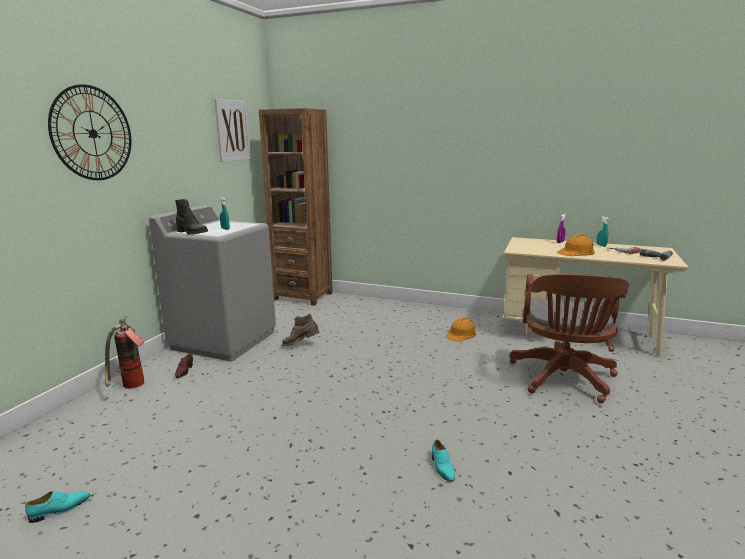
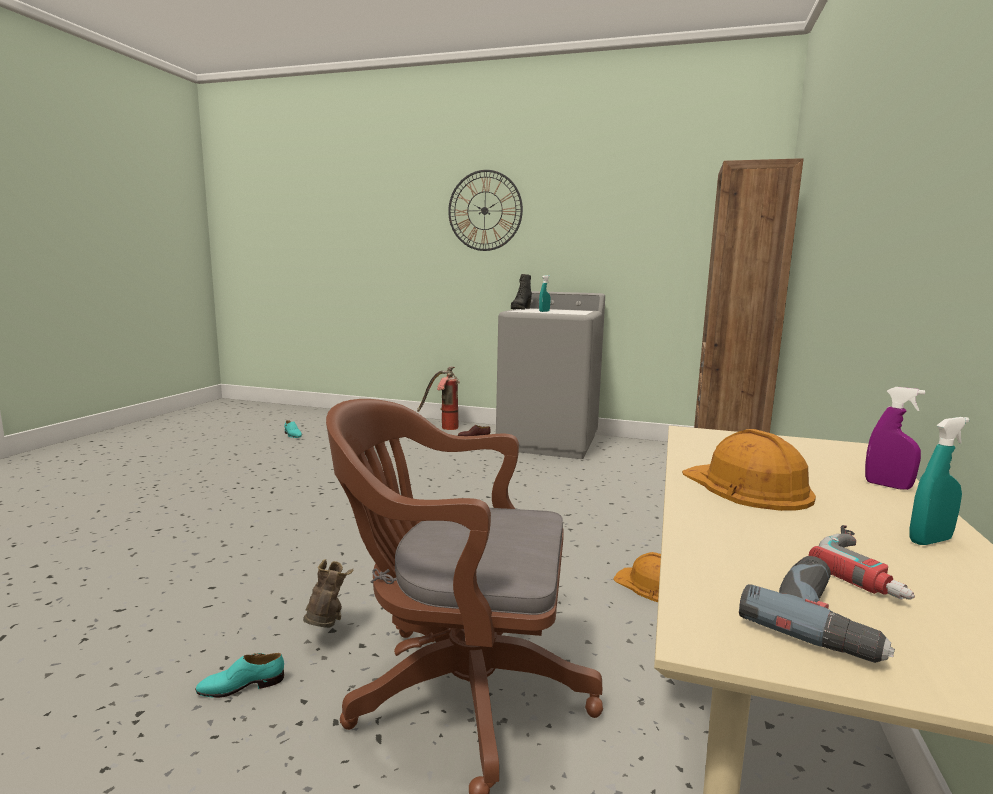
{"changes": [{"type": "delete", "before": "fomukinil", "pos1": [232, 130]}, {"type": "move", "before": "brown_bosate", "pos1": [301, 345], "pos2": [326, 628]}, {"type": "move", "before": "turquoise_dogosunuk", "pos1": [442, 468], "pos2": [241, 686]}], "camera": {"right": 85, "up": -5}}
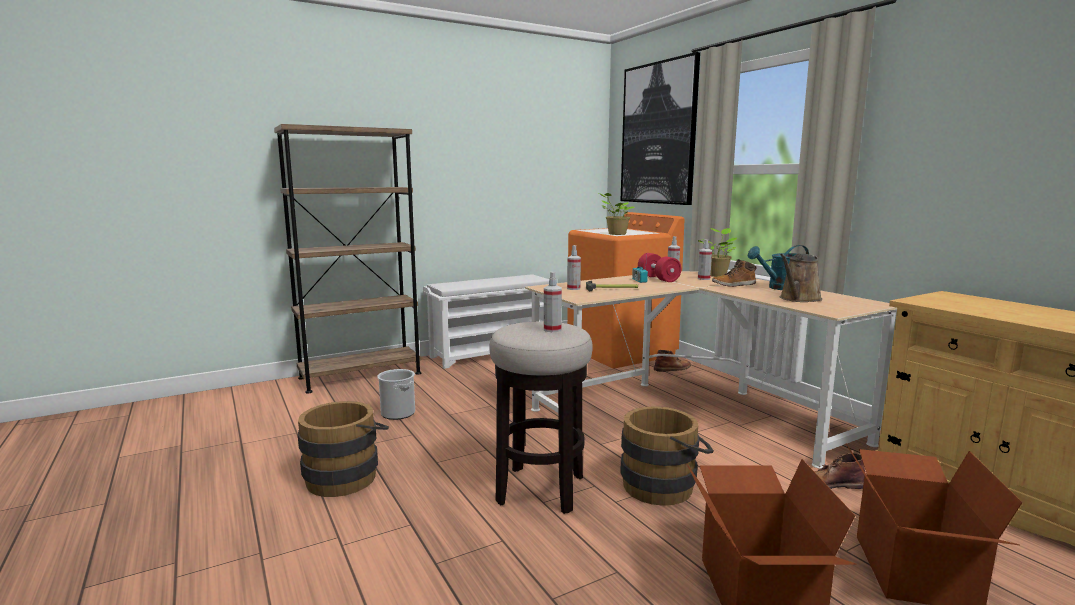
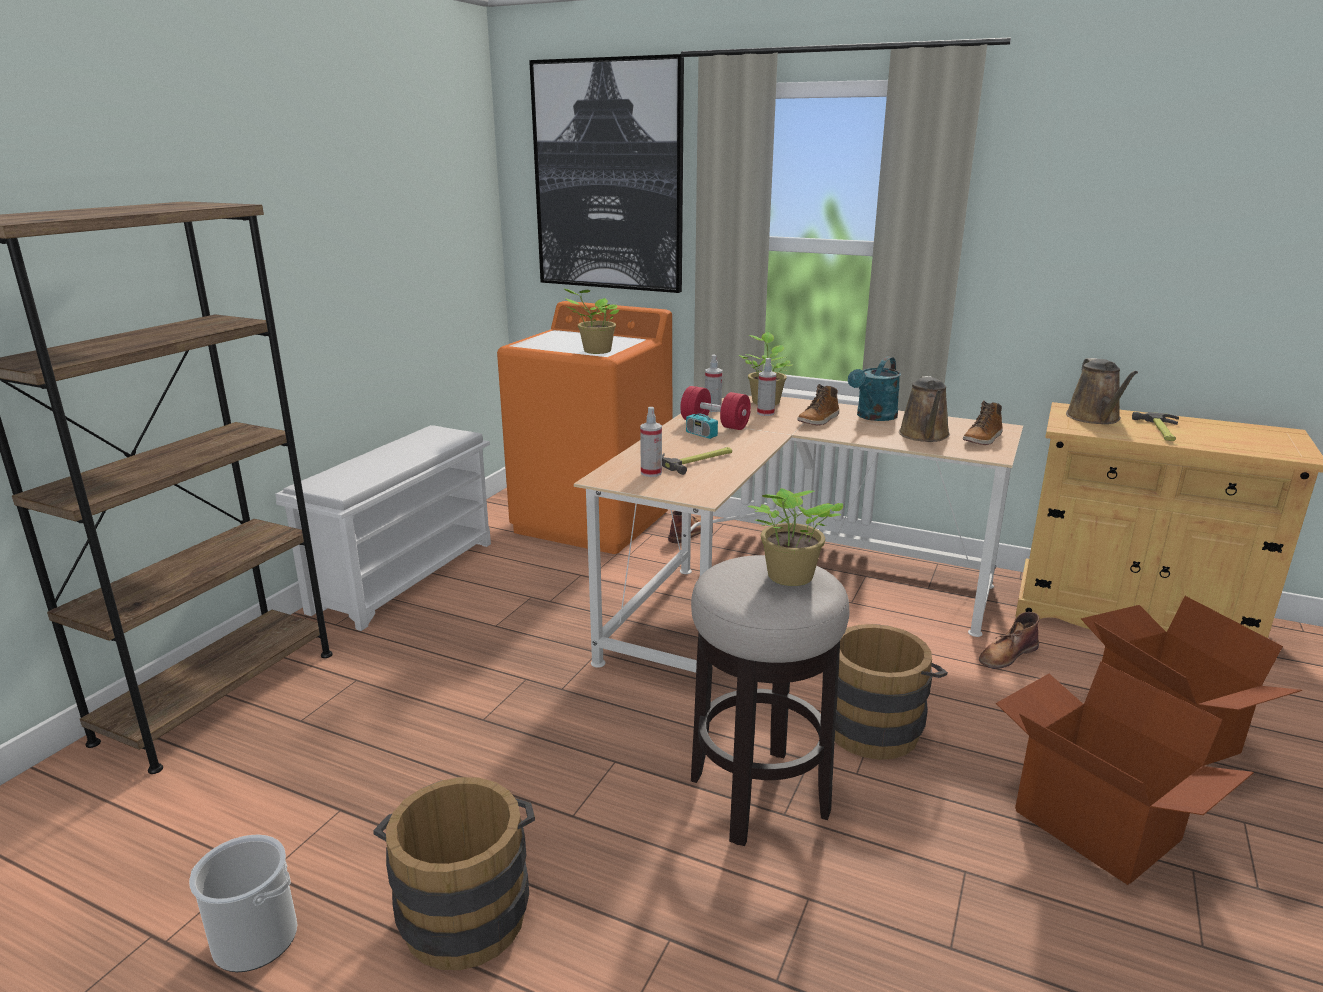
{"changes": [{"type": "move", "before": "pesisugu", "pos1": [398, 413], "pos2": [256, 939]}, {"type": "replace", "before": "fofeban", "after": "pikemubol", "pos1": [552, 329], "pos2": [788, 578]}, {"type": "insert", "after": "bosate", "pos2": [983, 439]}, {"type": "insert", "after": "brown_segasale", "pos2": [1095, 418]}, {"type": "insert", "after": "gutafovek", "pos2": [1160, 431]}], "camera": {"right": -35, "up": 10}}
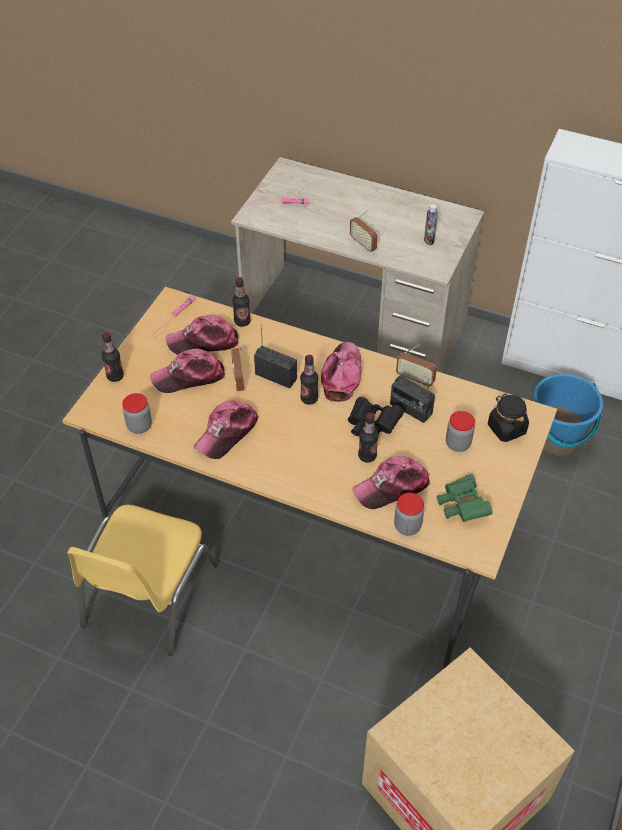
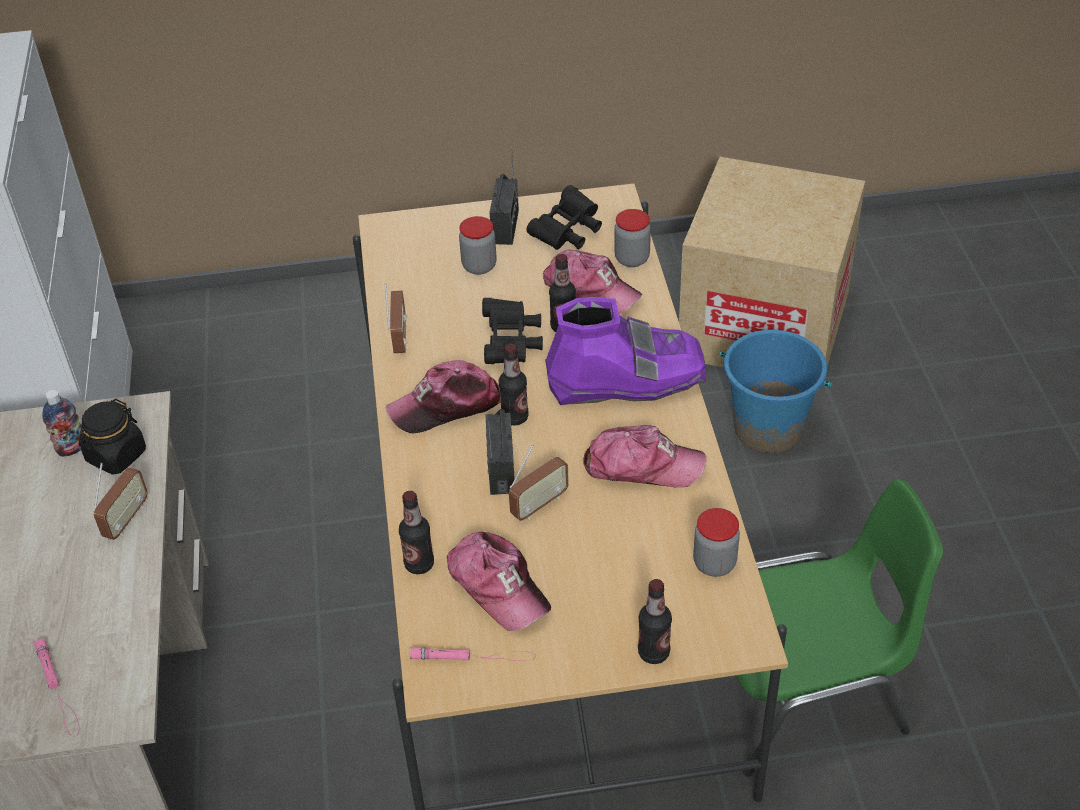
{"changes": [{"type": "recolor", "before": "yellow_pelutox", "after": "green_pelutox", "pos1": [147, 596], "pos2": [803, 688]}, {"type": "delete", "before": "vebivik", "pos1": [189, 377]}, {"type": "move", "before": "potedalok", "pos1": [410, 409], "pos2": [505, 227]}, {"type": "recolor", "before": "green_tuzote", "after": "black_tuzote", "pos1": [461, 506], "pos2": [567, 232]}, {"type": "move", "before": "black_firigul", "pos1": [506, 428], "pos2": [116, 456]}, {"type": "move", "before": "blue_pesisugu", "pos1": [556, 439], "pos2": [768, 429]}, {"type": "insert", "after": "purple_bosate", "pos2": [626, 379]}], "camera": {"right": -120, "up": -5}}
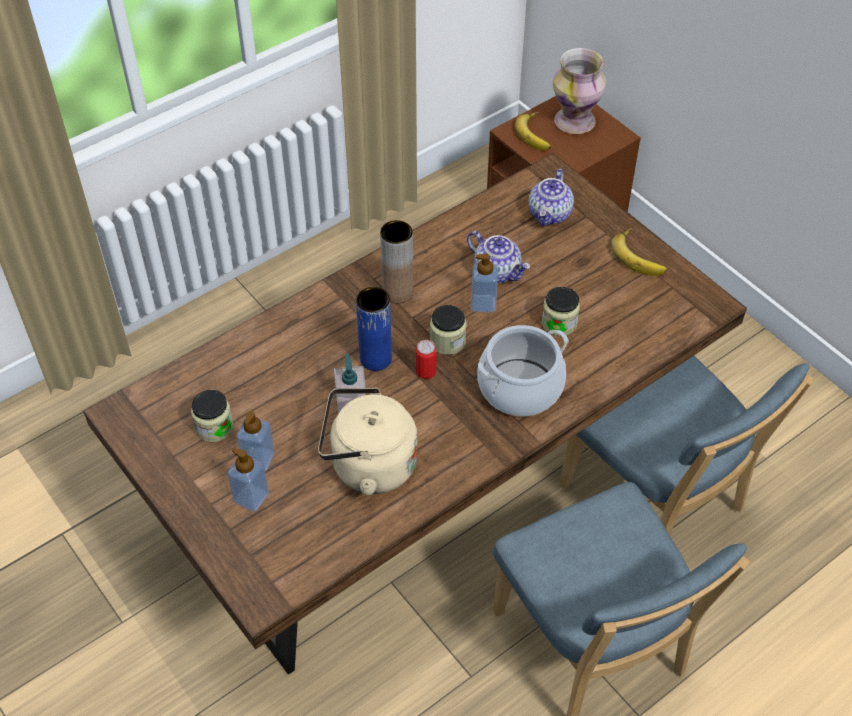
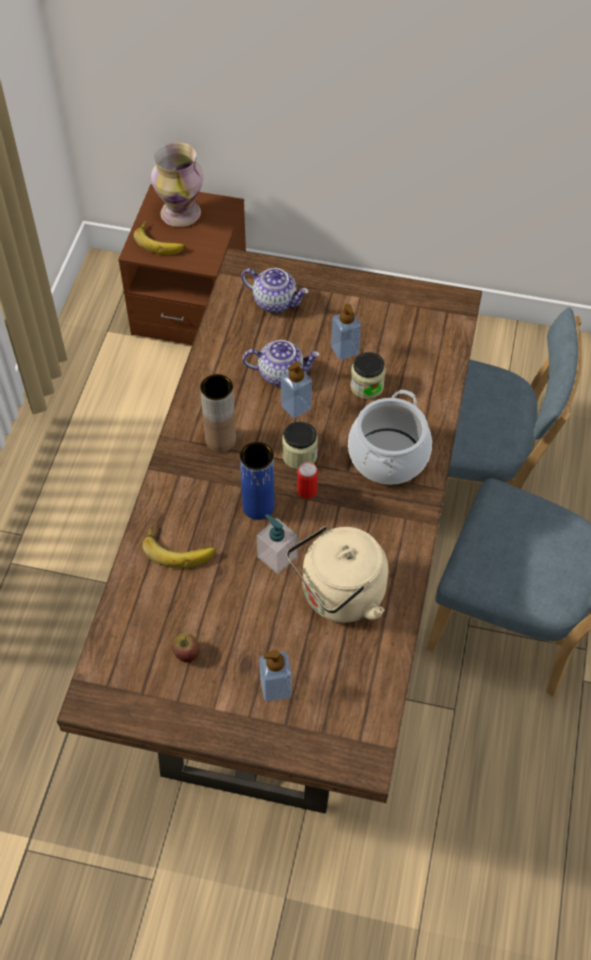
{"changes": [{"type": "replace", "before": "firigul", "after": "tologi", "pos1": [214, 427], "pos2": [186, 653]}, {"type": "move", "before": "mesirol", "pos1": [258, 459], "pos2": [345, 350]}, {"type": "rotate", "before": "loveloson", "pos1": [550, 215], "pos2": [275, 302], "turn": -45}, {"type": "move", "before": "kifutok", "pos1": [640, 256], "pos2": [179, 547]}], "camera": {"right": -40, "up": 5}}
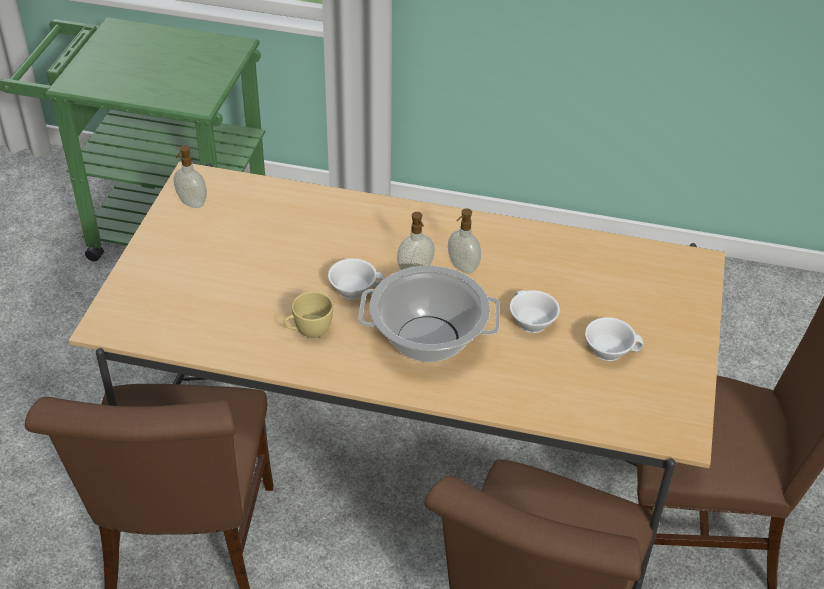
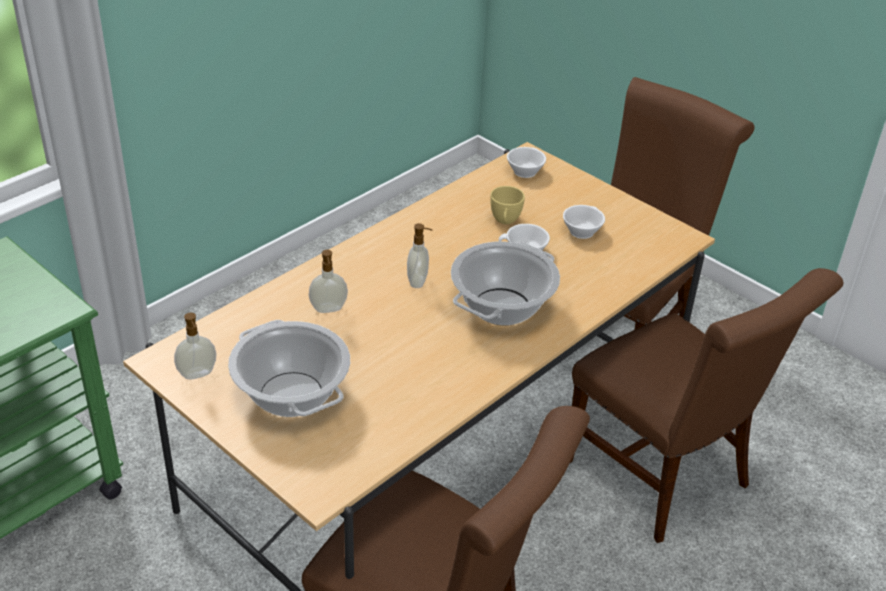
{"changes": [{"type": "move", "before": "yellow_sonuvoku", "pos1": [308, 331], "pos2": [505, 221]}, {"type": "move", "before": "white_sonuvoku", "pos1": [354, 288], "pos2": [524, 170]}, {"type": "move", "before": "mesirol", "pos1": [462, 267], "pos2": [328, 309]}, {"type": "insert", "after": "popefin", "pos2": [292, 395]}], "camera": {"right": -60, "up": -5}}
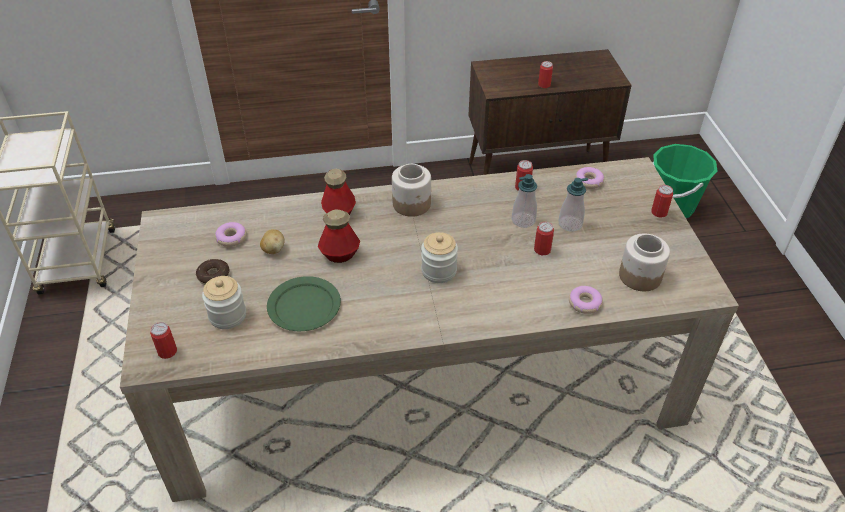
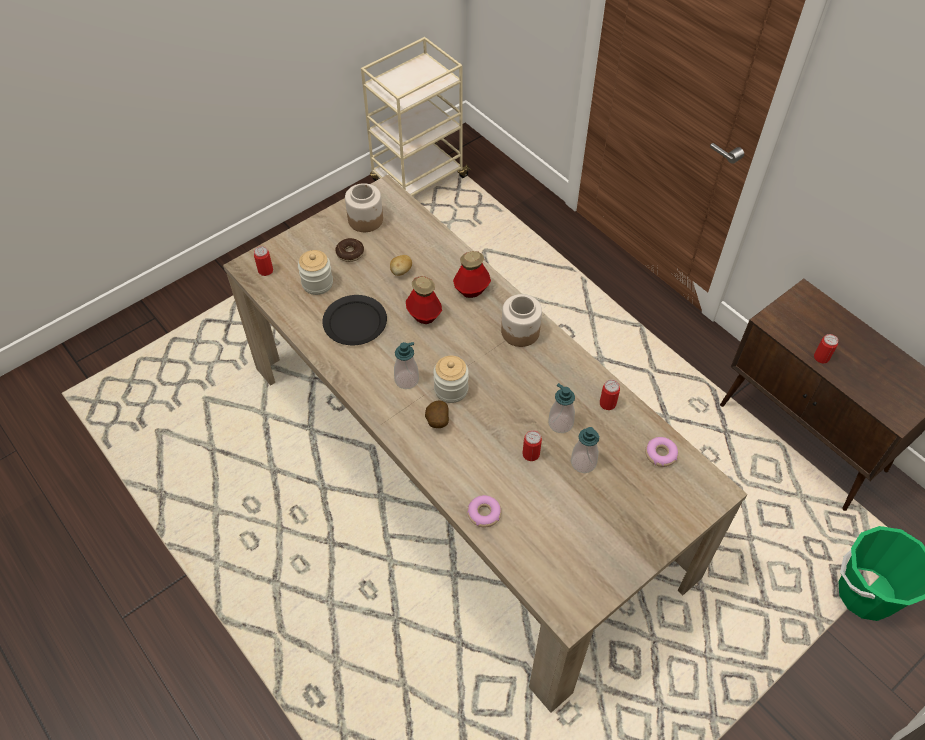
{"changes": [{"type": "delete", "before": "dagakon", "pos1": [231, 238]}, {"type": "recolor", "before": "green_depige", "after": "black_depige", "pos1": [303, 306], "pos2": [354, 322]}, {"type": "move", "before": "firigul", "pos1": [639, 276], "pos2": [365, 219]}, {"type": "delete", "before": "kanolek", "pos1": [659, 212]}, {"type": "insert", "after": "mesirol", "pos2": [406, 380]}, {"type": "insert", "after": "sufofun", "pos2": [437, 422]}], "camera": {"right": 60, "up": 10}}
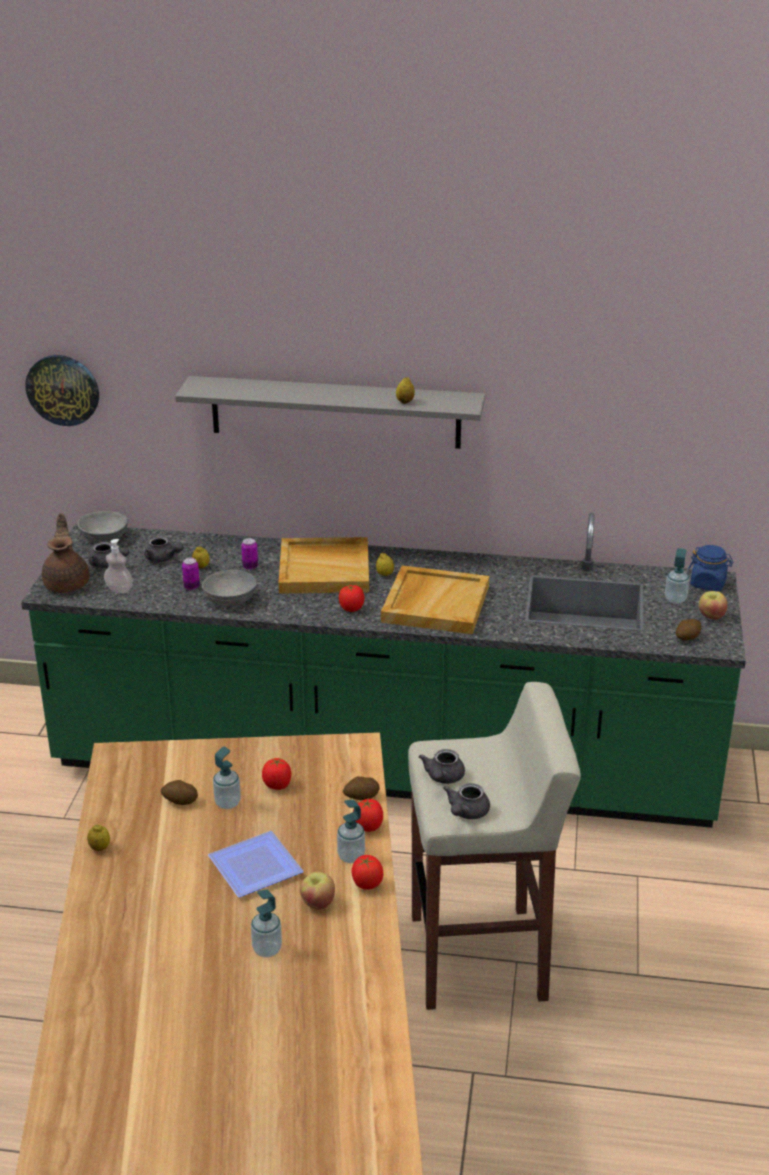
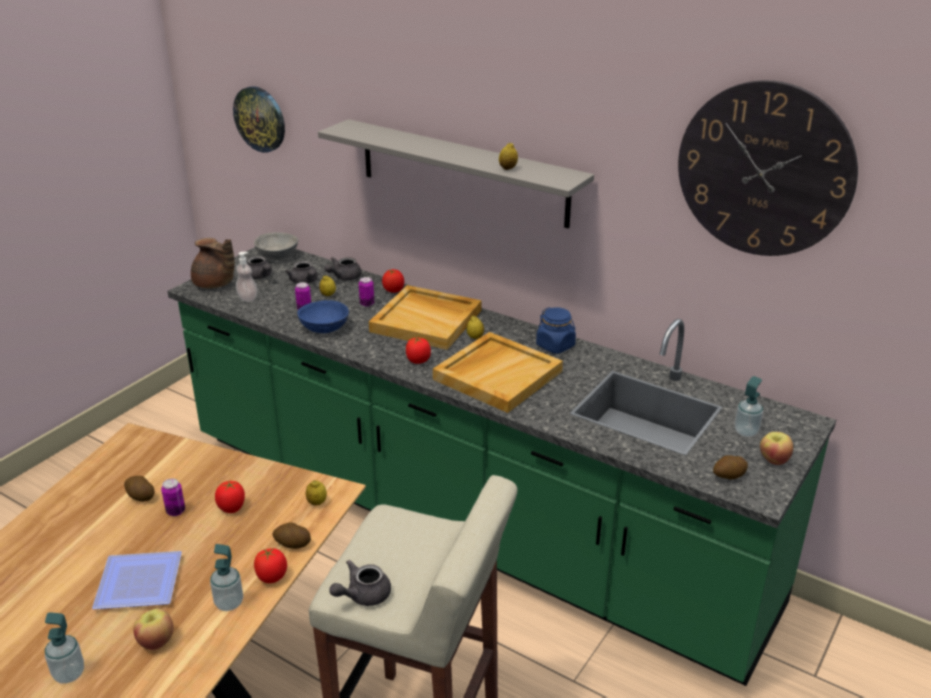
{"changes": [{"type": "rotate", "before": "brown_loveloson", "pos1": [68, 583], "pos2": [215, 284], "turn": 105}, {"type": "move", "before": "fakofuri", "pos1": [100, 848], "pos2": [317, 502]}, {"type": "recolor", "before": "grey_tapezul", "after": "blue_tapezul", "pos1": [230, 600], "pos2": [324, 328]}, {"type": "replace", "before": "mesirol", "after": "kanolek", "pos1": [227, 803], "pos2": [176, 511]}, {"type": "move", "before": "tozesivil", "pos1": [367, 884], "pos2": [393, 290]}, {"type": "move", "before": "grey_loveloson", "pos1": [443, 778], "pos2": [343, 277]}, {"type": "move", "before": "blue_firigul", "pos1": [708, 584], "pos2": [555, 346]}, {"type": "insert", "after": "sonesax", "pos2": [764, 170]}], "camera": {"right": 25, "up": 0}}
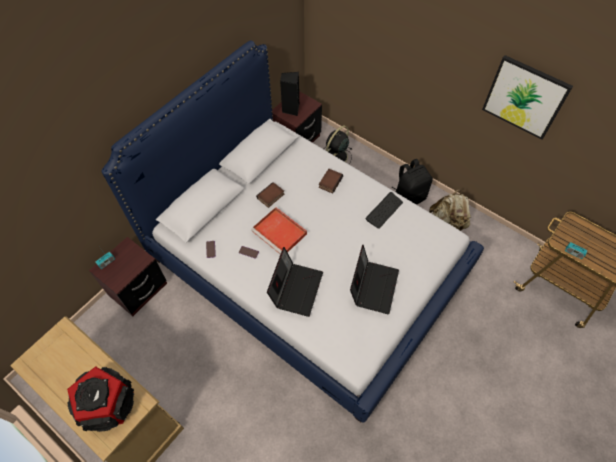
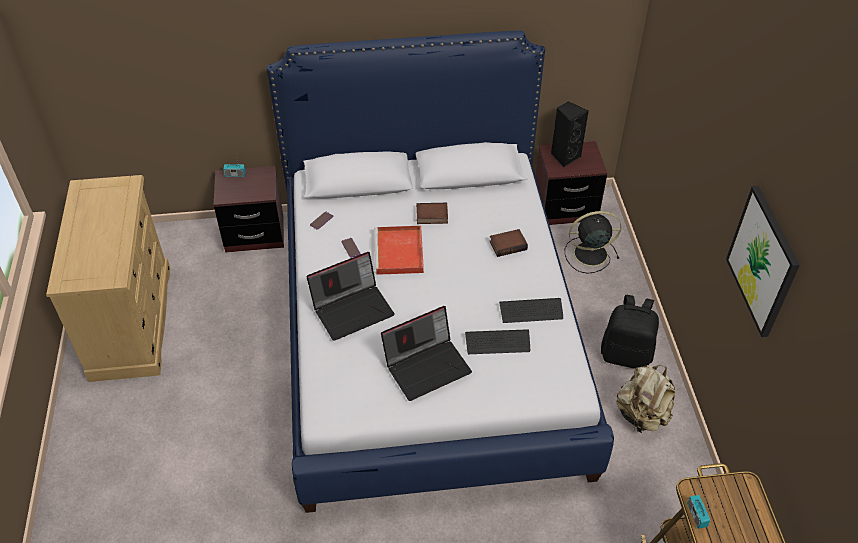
{"changes": [{"type": "delete", "before": "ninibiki", "pos1": [109, 403]}, {"type": "insert", "after": "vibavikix", "pos2": [497, 343]}], "camera": {"right": 45, "up": -10}}
